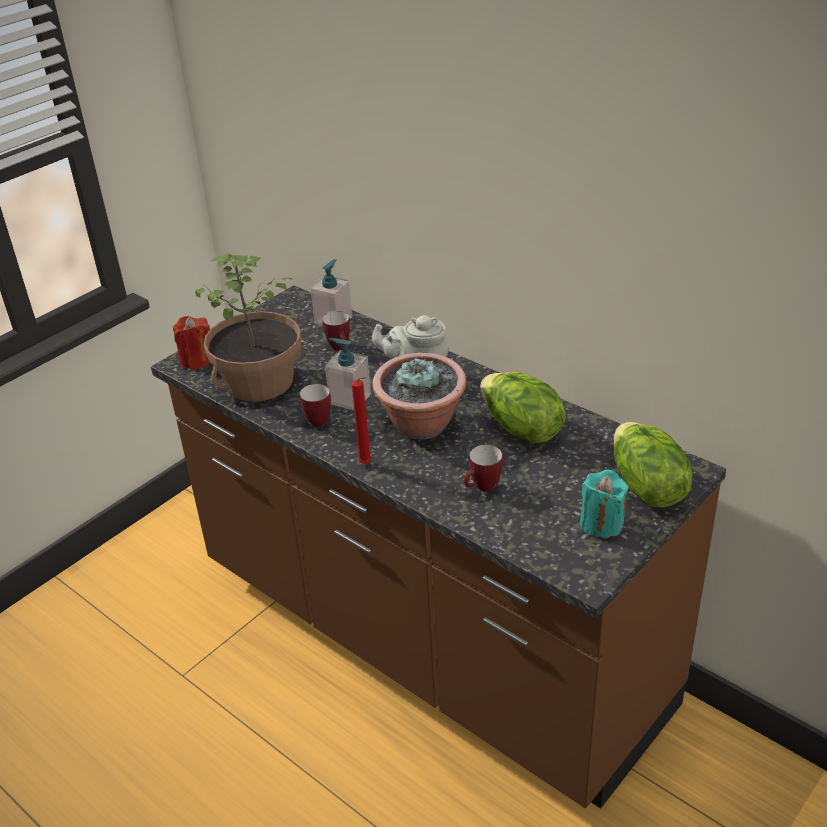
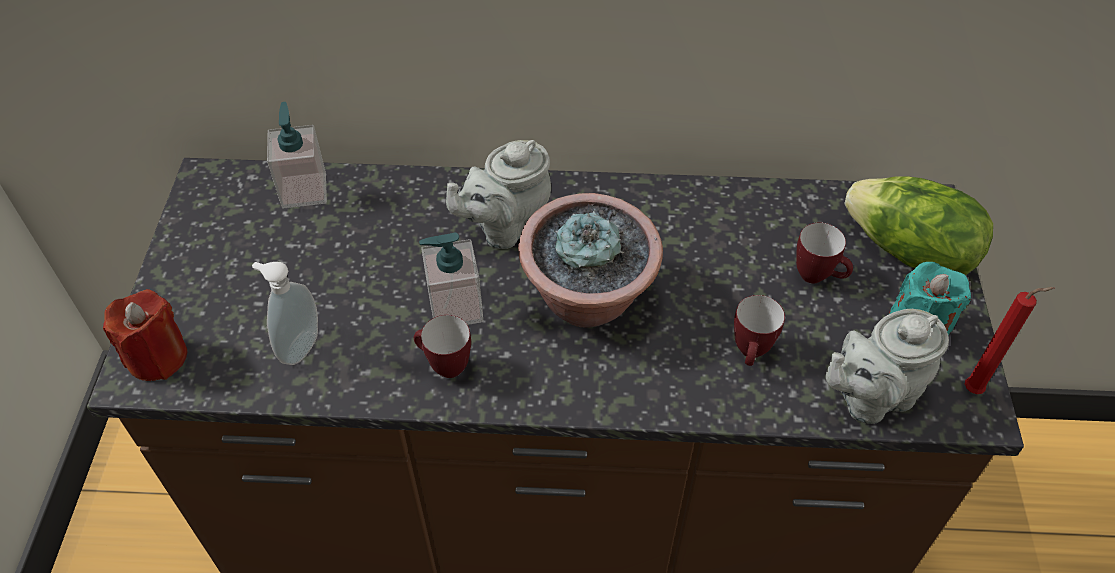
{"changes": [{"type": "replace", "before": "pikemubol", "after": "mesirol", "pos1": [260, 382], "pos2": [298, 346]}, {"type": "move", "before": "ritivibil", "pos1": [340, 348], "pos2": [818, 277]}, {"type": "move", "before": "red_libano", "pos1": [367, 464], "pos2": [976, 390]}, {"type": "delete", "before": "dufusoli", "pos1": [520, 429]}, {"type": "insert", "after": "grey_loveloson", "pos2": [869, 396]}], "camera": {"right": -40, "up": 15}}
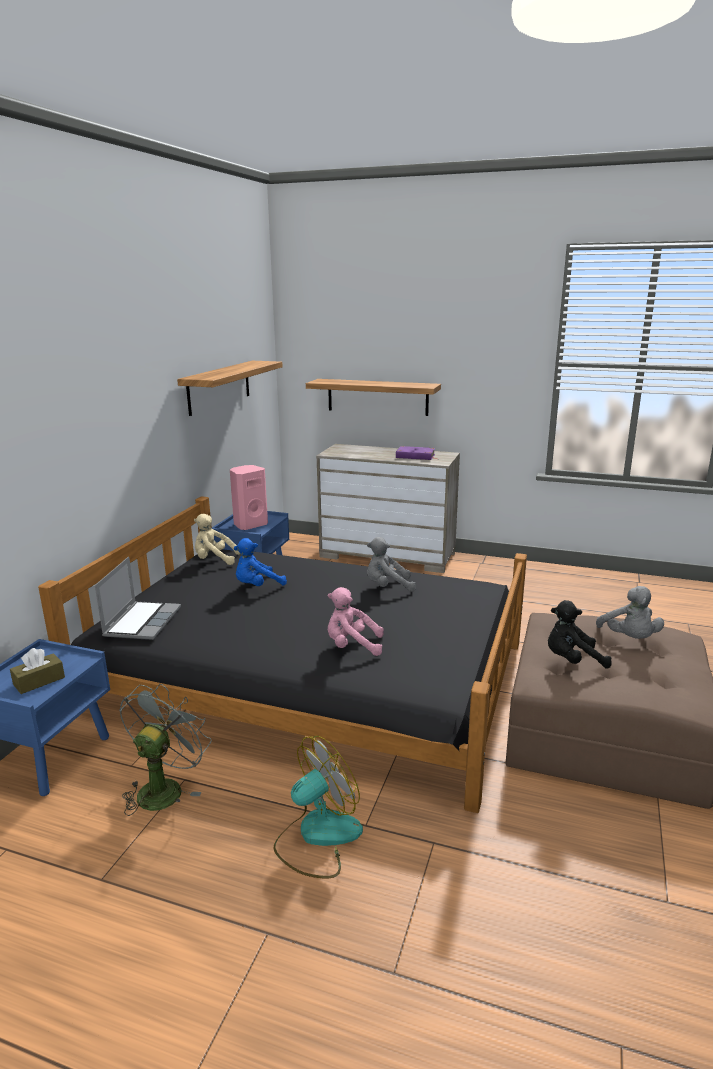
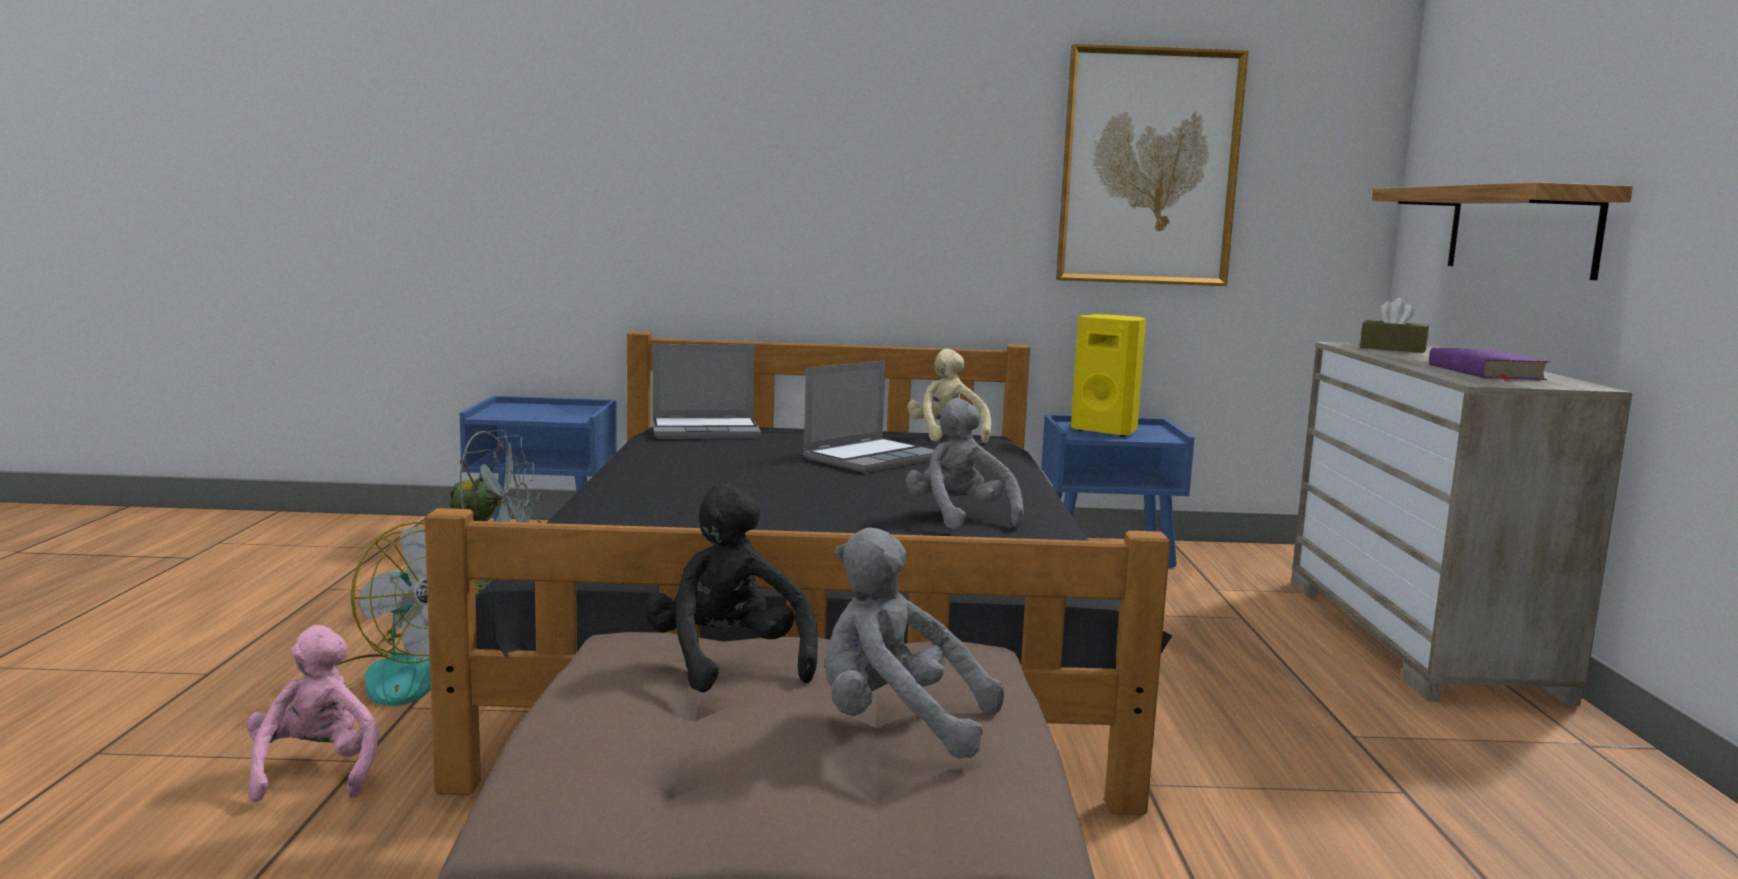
{"changes": [{"type": "move", "before": "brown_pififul", "pos1": [39, 681], "pos2": [1393, 349]}, {"type": "replace", "before": "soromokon", "after": "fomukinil", "pos1": [219, 387], "pos2": [1149, 167]}, {"type": "recolor", "before": "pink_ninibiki", "after": "yellow_ninibiki", "pos1": [250, 525], "pos2": [1106, 431]}, {"type": "replace", "before": "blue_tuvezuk", "after": "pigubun", "pos1": [257, 586], "pos2": [871, 458]}, {"type": "move", "before": "pink_tuvezuk", "pos1": [352, 646], "pos2": [316, 772]}, {"type": "rotate", "before": "grey_tuvezuk", "pos1": [629, 638], "pos2": [896, 725], "turn": 45}], "camera": {"right": 70, "up": -10}}
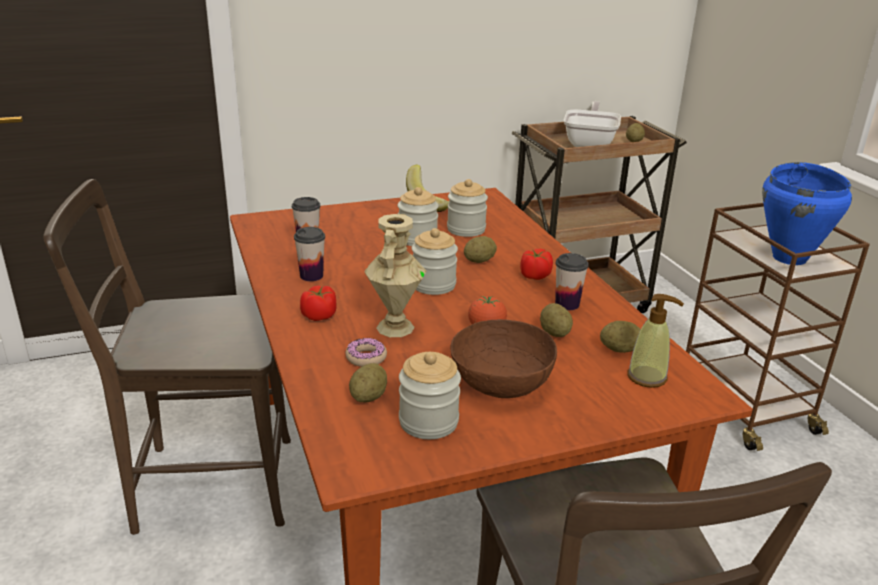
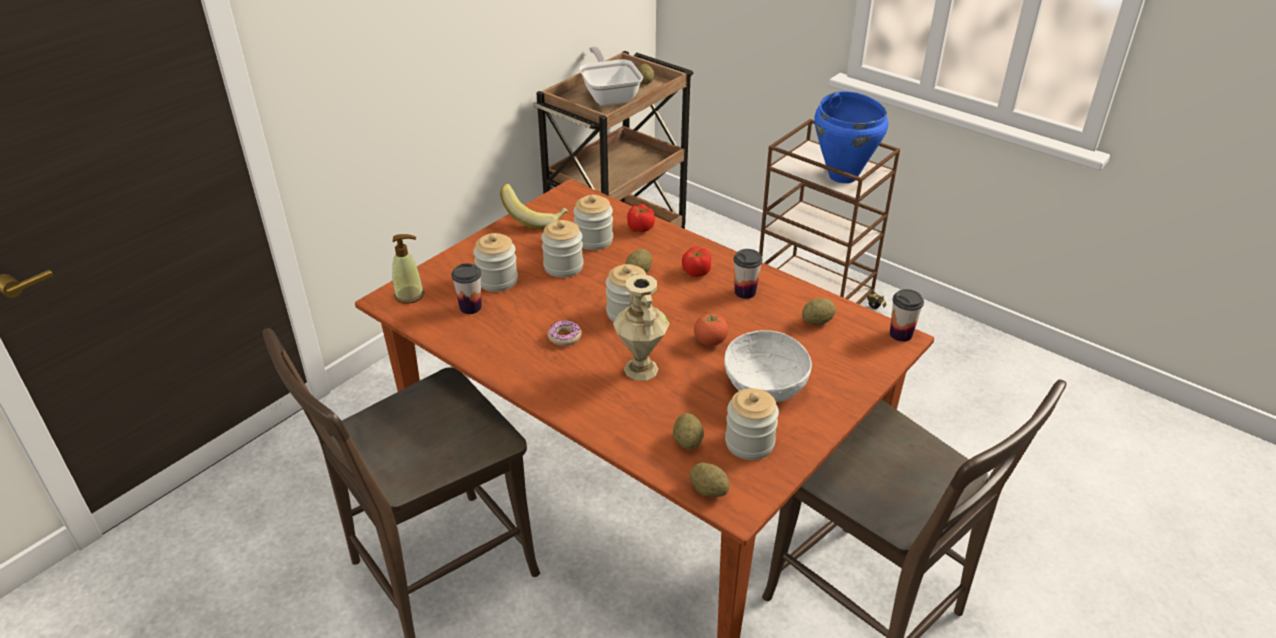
{"changes": [{"type": "move", "before": "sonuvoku", "pos1": [311, 276], "pos2": [900, 334]}, {"type": "move", "before": "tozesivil", "pos1": [319, 316], "pos2": [640, 228]}, {"type": "move", "before": "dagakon", "pos1": [366, 358], "pos2": [564, 337]}, {"type": "recolor", "before": "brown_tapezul", "after": "white_tapezul", "pos1": [501, 381], "pos2": [765, 385]}, {"type": "move", "before": "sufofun", "pos1": [554, 333], "pos2": [708, 490]}, {"type": "move", "before": "mesirol", "pos1": [647, 377], "pos2": [409, 295]}, {"type": "insert", "after": "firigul", "pos2": [497, 280]}], "camera": {"right": -30, "up": 10}}
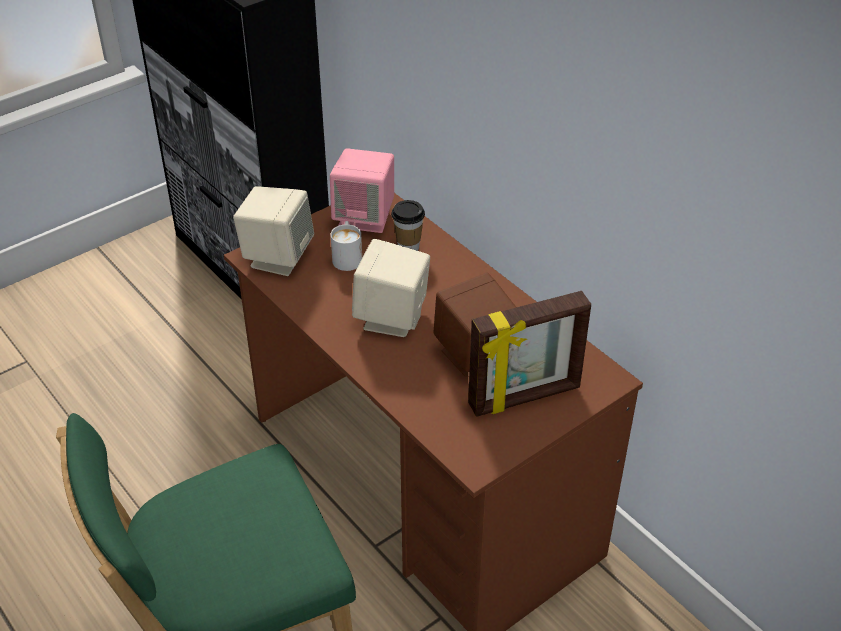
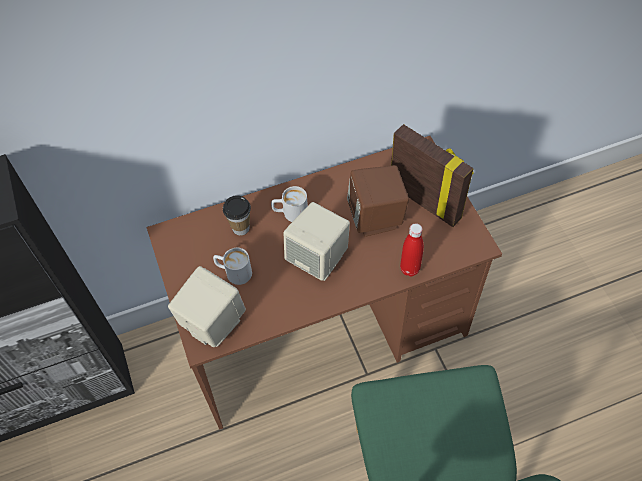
{"changes": [{"type": "delete", "before": "pink_ninibiki", "pos1": [365, 218]}, {"type": "rotate", "before": "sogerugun", "pos1": [525, 398], "pos2": [425, 201], "turn": -45}, {"type": "insert", "after": "white_ritivibil", "pos2": [290, 213]}, {"type": "insert", "after": "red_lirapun", "pos2": [410, 269]}], "camera": {"right": -70, "up": 15}}
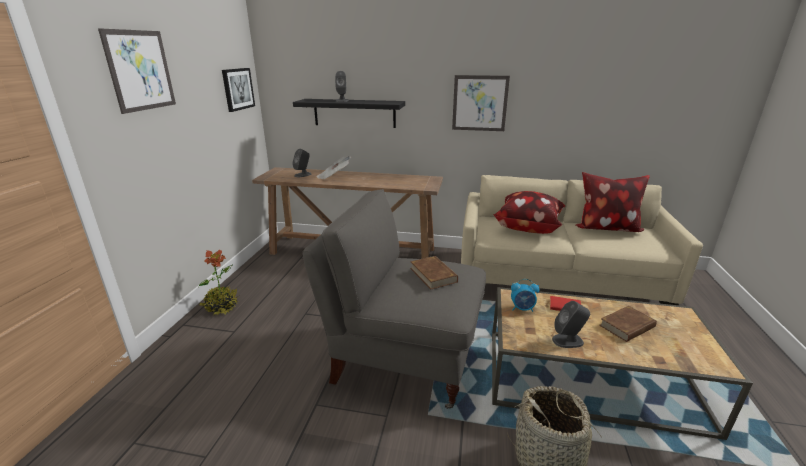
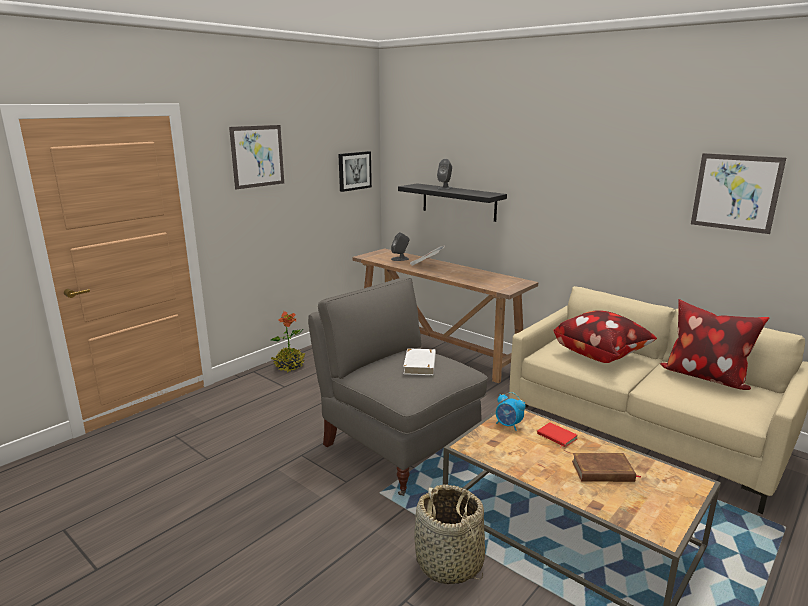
{"changes": [{"type": "recolor", "before": "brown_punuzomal", "after": "white_punuzomal", "pos1": [433, 275], "pos2": [420, 365]}, {"type": "move", "before": "fomukinil", "pos1": [479, 103], "pos2": [735, 192]}, {"type": "delete", "before": "grey_ninibiki", "pos1": [568, 340]}], "camera": {"right": 30, "up": -5}}
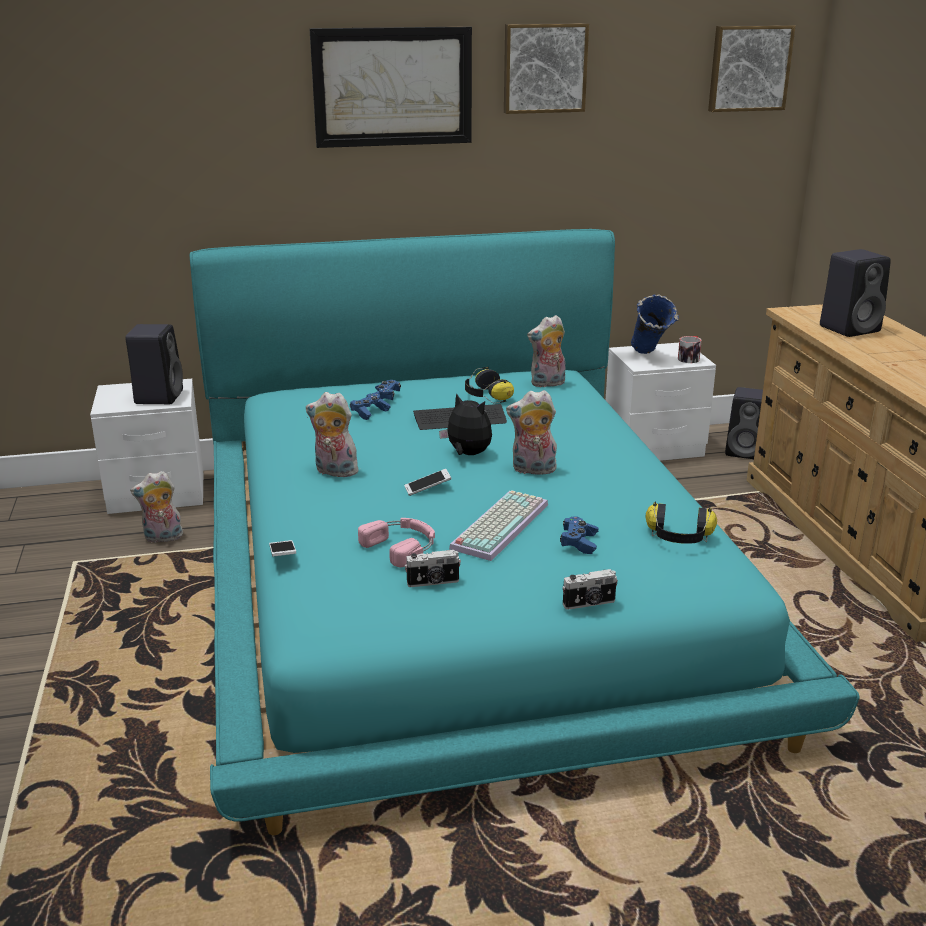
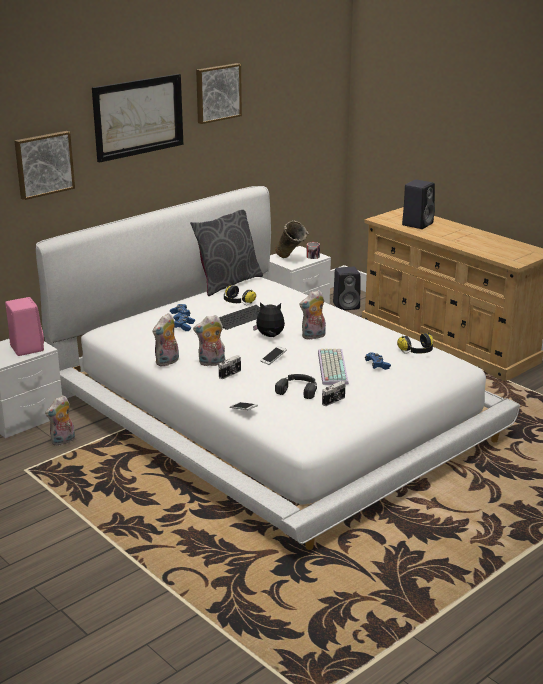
{"changes": [{"type": "recolor", "before": "black_ninibiki", "after": "pink_ninibiki", "pos1": [159, 396], "pos2": [26, 348]}, {"type": "recolor", "before": "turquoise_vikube", "after": "white_vikube", "pos1": [463, 583], "pos2": [271, 415]}, {"type": "recolor", "before": "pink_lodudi", "after": "black_lodudi", "pos1": [402, 546], "pos2": [298, 389]}, {"type": "move", "before": "tuvezuk", "pos1": [547, 384], "pos2": [167, 362]}, {"type": "move", "before": "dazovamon", "pos1": [589, 604], "pos2": [230, 374]}, {"type": "recolor", "before": "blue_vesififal", "after": "beige_vesififal", "pos1": [649, 357], "pos2": [291, 259]}, {"type": "move", "before": "fomukinil", "pos1": [749, 68], "pos2": [43, 164]}, {"type": "insert", "after": "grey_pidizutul", "pos2": [227, 283]}], "camera": {"right": -30, "up": 0}}
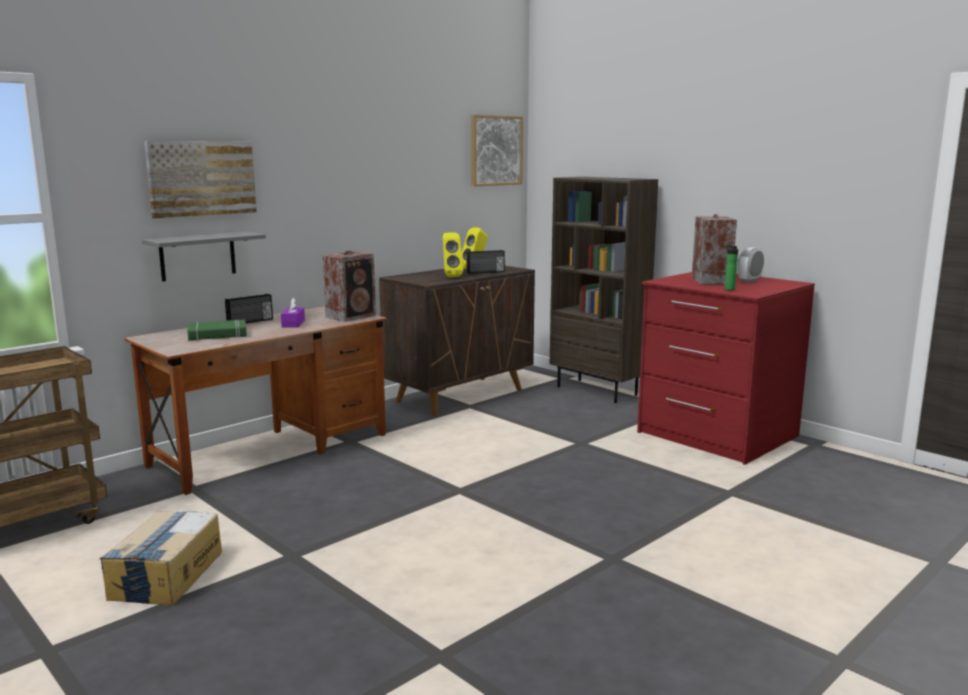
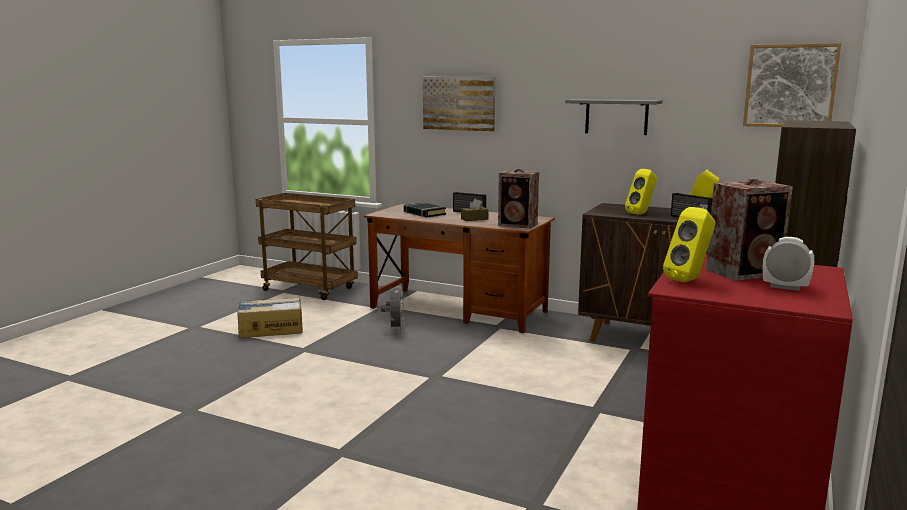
{"changes": [{"type": "move", "before": "grey_soromokon", "pos1": [198, 256], "pos2": [616, 116]}, {"type": "recolor", "before": "green_punuzomal", "after": "black_punuzomal", "pos1": [217, 335], "pos2": [424, 213]}, {"type": "recolor", "before": "purple_pififul", "after": "brown_pififul", "pos1": [293, 324], "pos2": [474, 219]}, {"type": "replace", "before": "lirapun", "after": "yellow_ninibiki", "pos1": [728, 289], "pos2": [689, 280]}, {"type": "insert", "after": "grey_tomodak", "pos2": [395, 330]}], "camera": {"right": 70, "up": 0}}
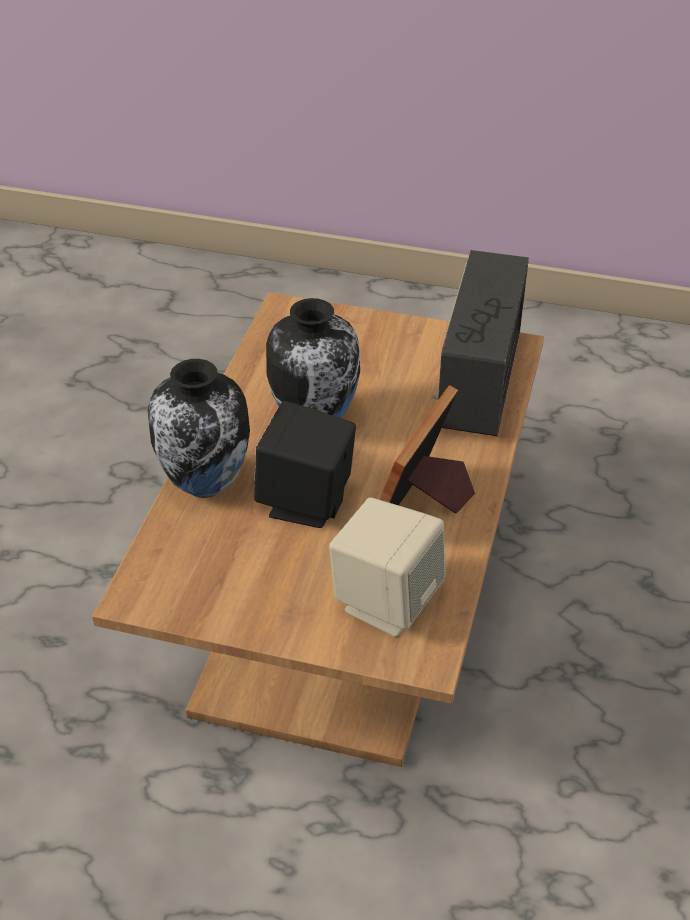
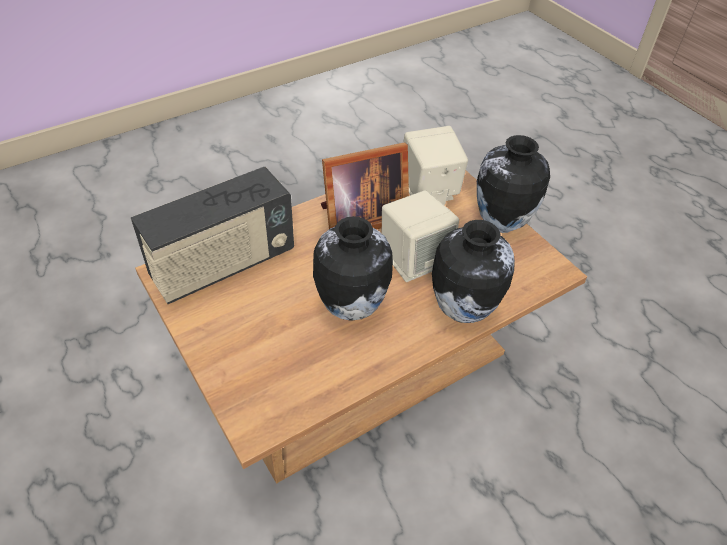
{"changes": [{"type": "recolor", "before": "black_ninibiki", "after": "beige_ninibiki", "pos1": [306, 502], "pos2": [414, 260]}, {"type": "insert", "after": "vesififal", "pos2": [500, 223]}], "camera": {"right": -140, "up": 5}}
